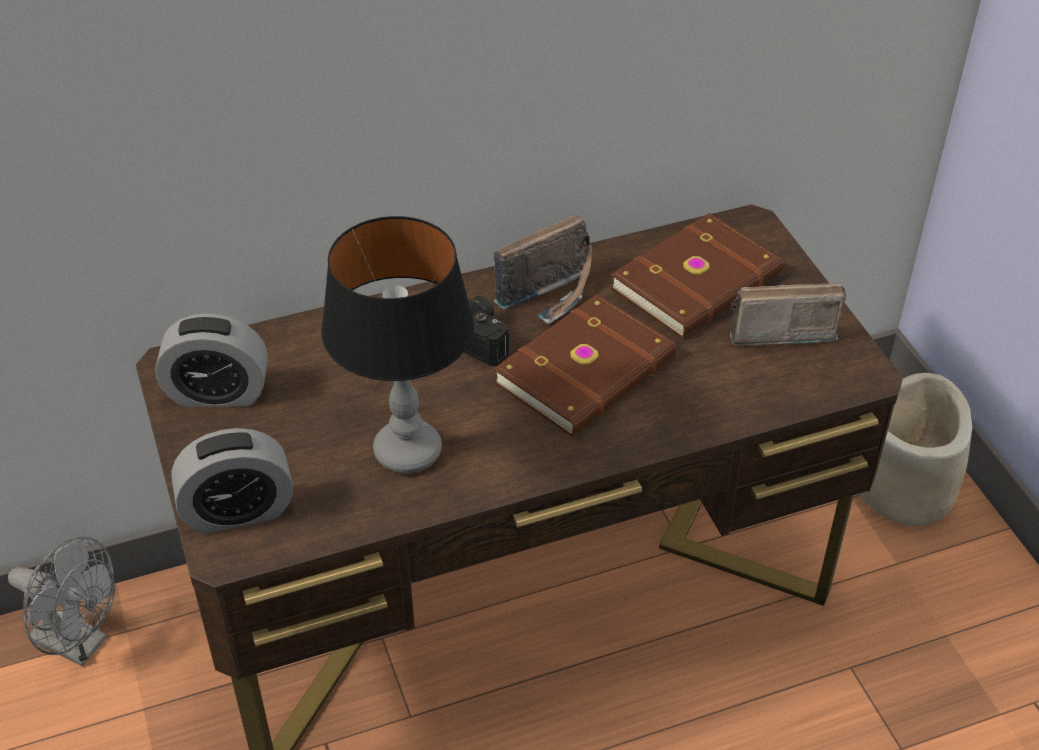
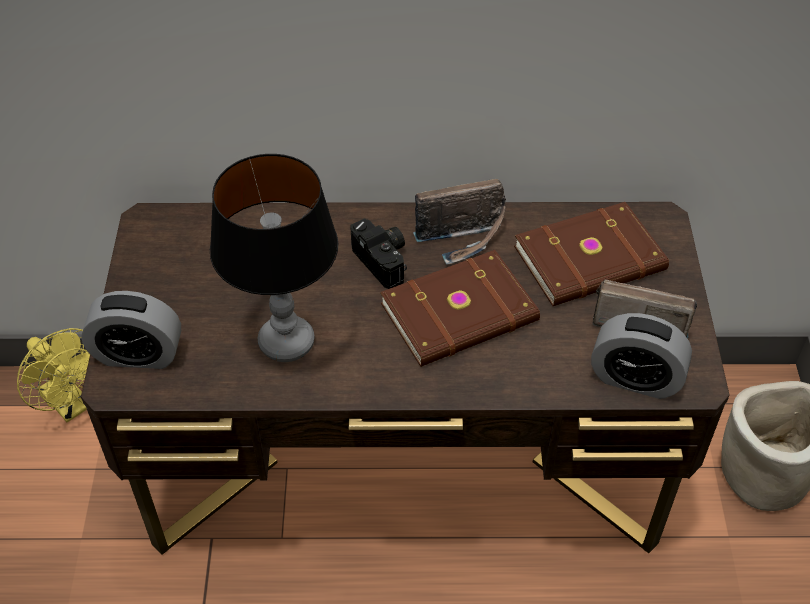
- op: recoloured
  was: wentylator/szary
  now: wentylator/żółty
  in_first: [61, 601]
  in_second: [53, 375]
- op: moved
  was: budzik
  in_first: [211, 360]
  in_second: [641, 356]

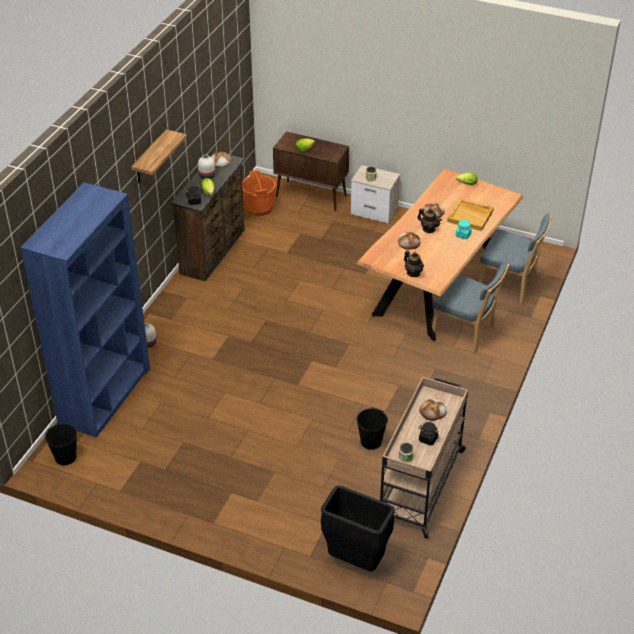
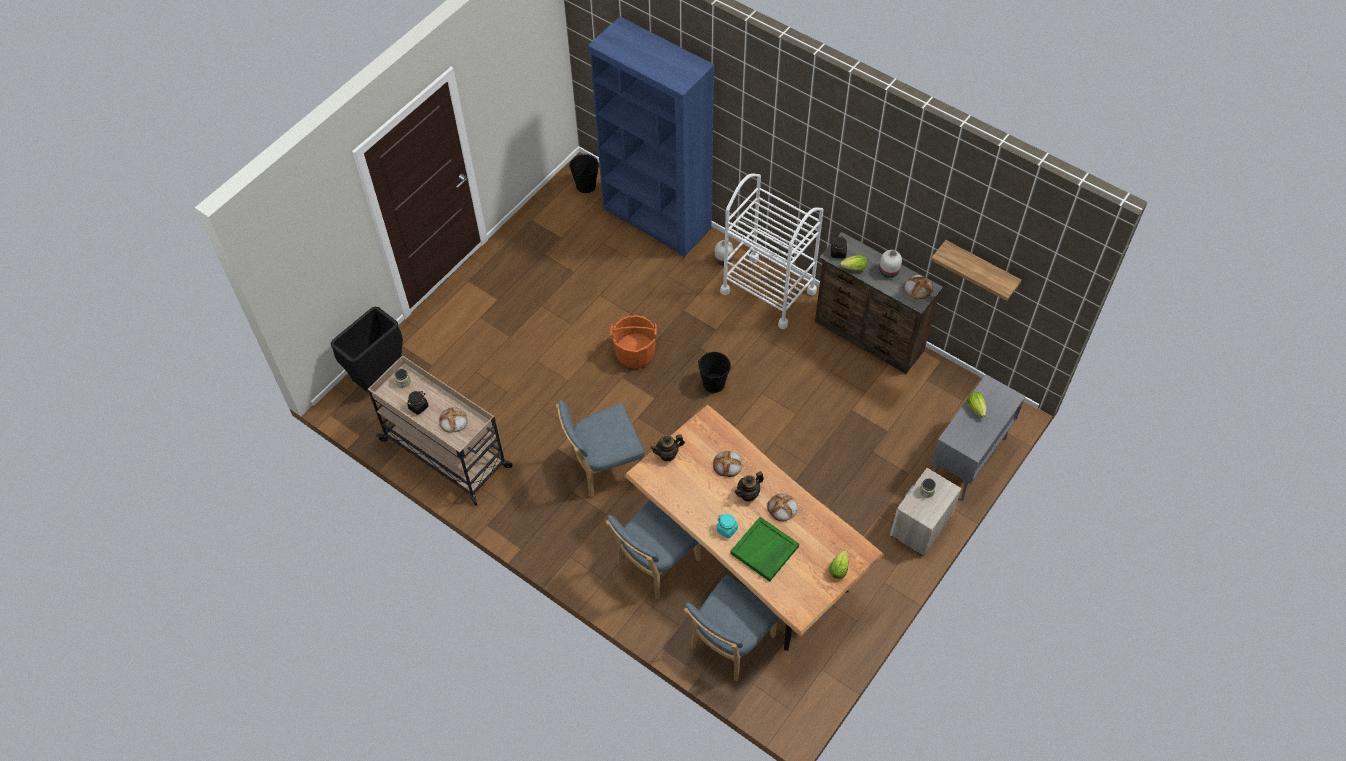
- op: moved
  was: półka
  in_first: [159, 156]
  in_second: [976, 270]
- op: moved
  was: wiadro/pomarańczowy
  in_first: [259, 193]
  in_second: [633, 342]
- op: recoloured
  was: szafka/brązowy
  now: szafka/szary
  in_first: [311, 171]
  in_second: [978, 437]
- op: moved
  was: wiadro/czarny
  in_first: [372, 428]
  in_second: [714, 372]
- op: recoloured
  was: taca/beżowy
  now: taca/zielony
  in_first: [470, 215]
  in_second: [764, 549]
- op: added
  now: krzesło/niebieski
  in_second: [600, 448]
- op: added
  now: wózek/biały
  in_second: [772, 251]

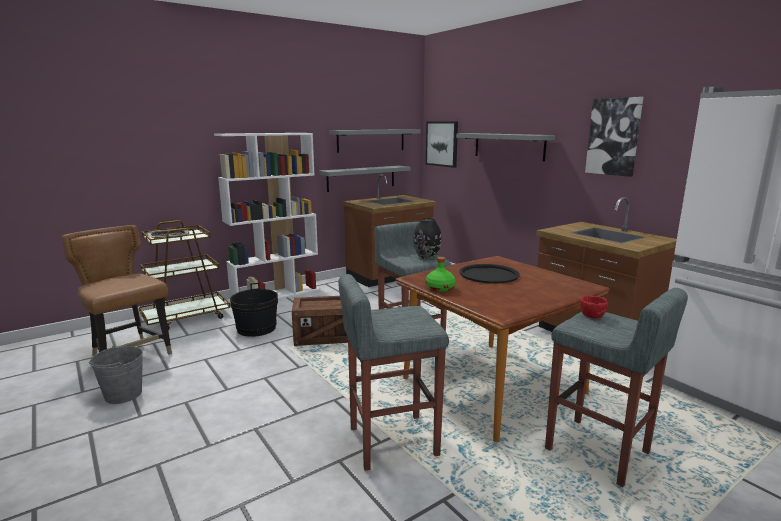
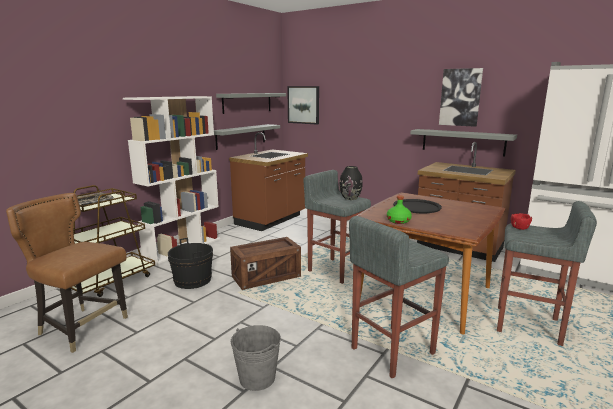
- op: moved
  was: wiadro/szary
  in_first: [116, 375]
  in_second: [256, 358]
- op: moved
  was: półka/szary
  in_first: [505, 147]
  in_second: [463, 142]

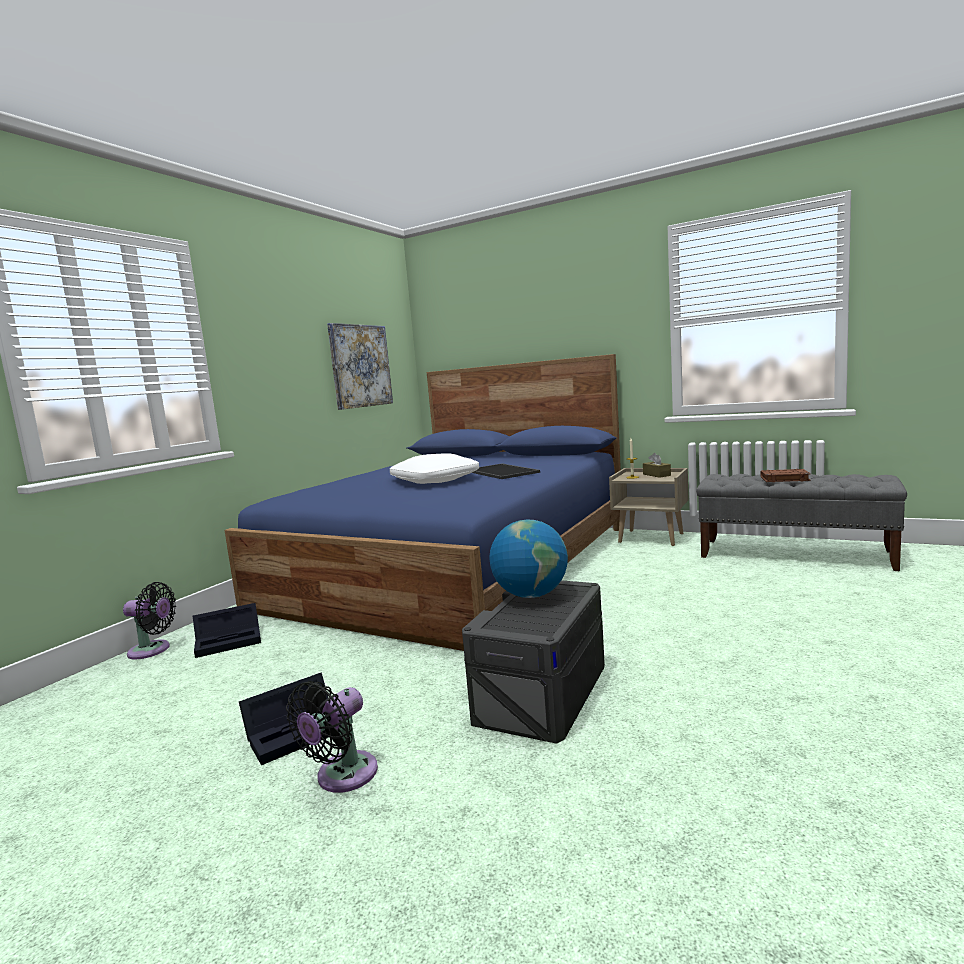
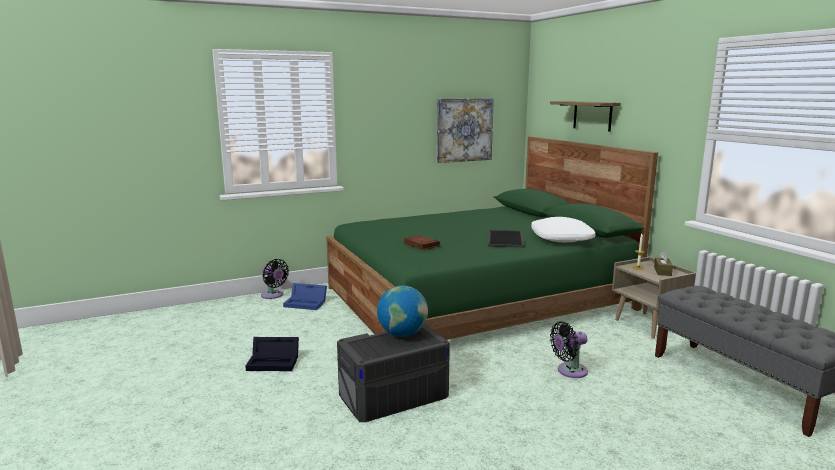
- op: recoloured
  was: pojemnik do przechowywania/czarny
  now: pojemnik do przechowywania/niebieski
  in_first: [227, 630]
  in_second: [305, 296]
- op: recoloured
  was: łóżko/niebieski
  now: łóżko/zielony
  in_first: [422, 502]
  in_second: [492, 238]
- op: moved
  was: wentylator/czarny
  in_first: [332, 737]
  in_second: [569, 349]
- op: moved
  was: poduszka/biały
  in_first: [434, 468]
  in_second: [563, 229]
- op: moved
  was: książka/brązowy
  in_first: [785, 475]
  in_second: [421, 242]
- op: added
  now: półka
  in_second: [585, 116]

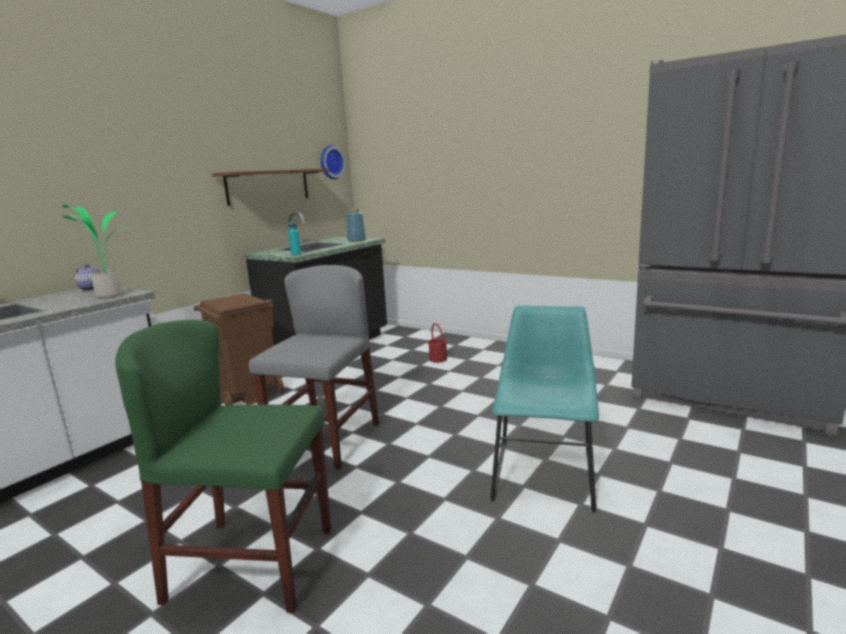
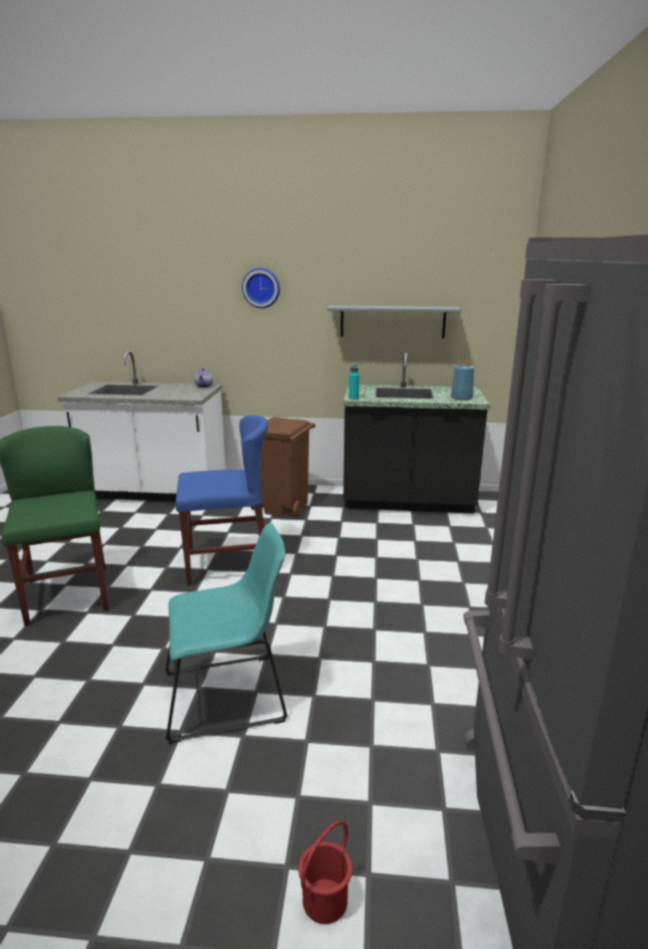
- op: removed
  was: roślina doniczkowa
  in_first: [95, 251]
- op: recoloured
  was: półka/brązowy
  now: półka/szary
  in_first: [271, 187]
  in_second: [394, 321]
- op: recoloured
  was: krzesło/szary
  now: krzesło/niebieski
  in_first: [314, 367]
  in_second: [221, 500]
- op: moved
  was: zegar ścienny
  in_first: [333, 162]
  in_second: [261, 288]
- op: moved
  was: wiadro/czerwony
  in_first: [437, 343]
  in_second: [325, 872]

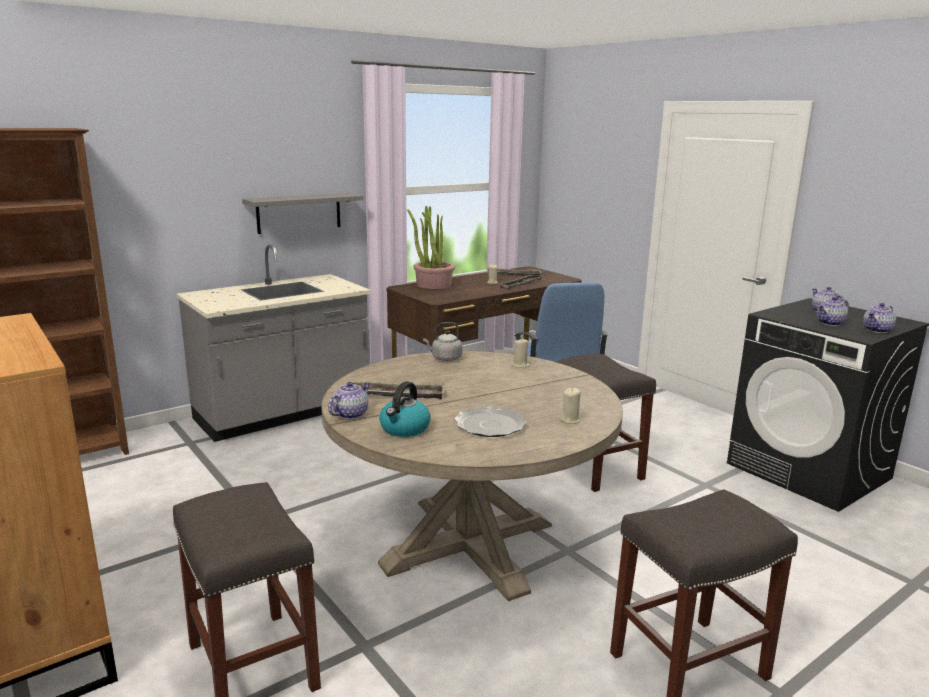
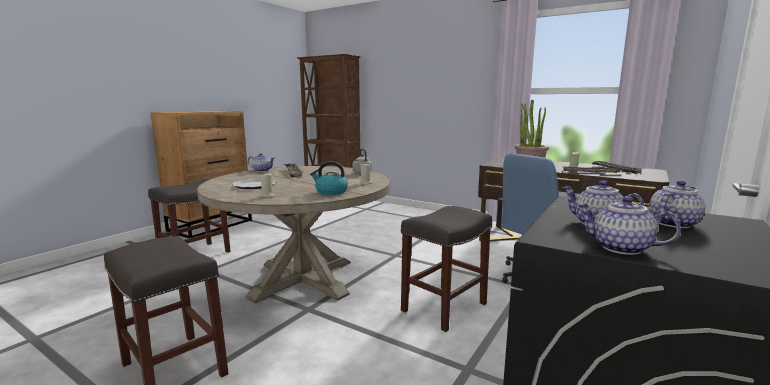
- op: removed
  was: zabudowa kuchenna/szary
  in_first: [274, 343]
- op: removed
  was: półka/szary
  in_first: [303, 213]
- op: moved
  was: czajnik
  in_first: [405, 409]
  in_second: [329, 178]

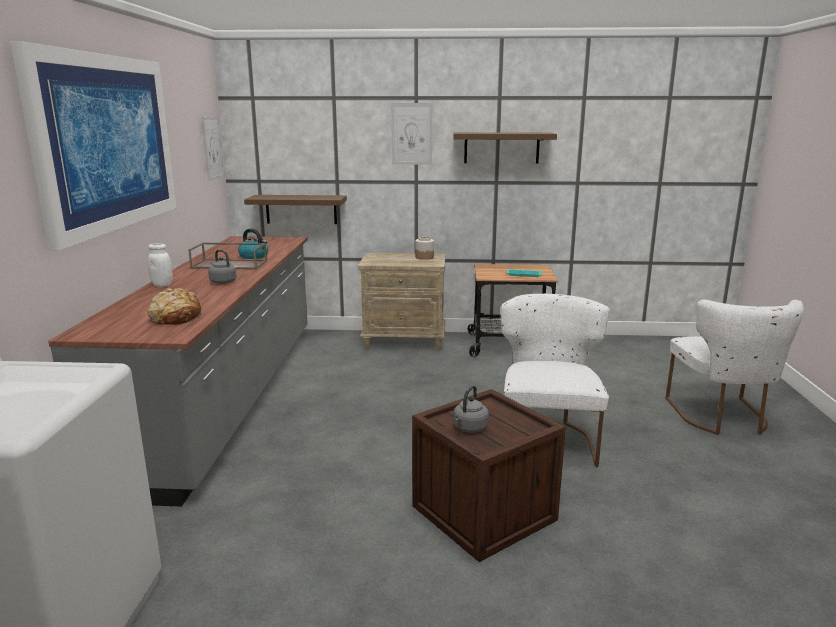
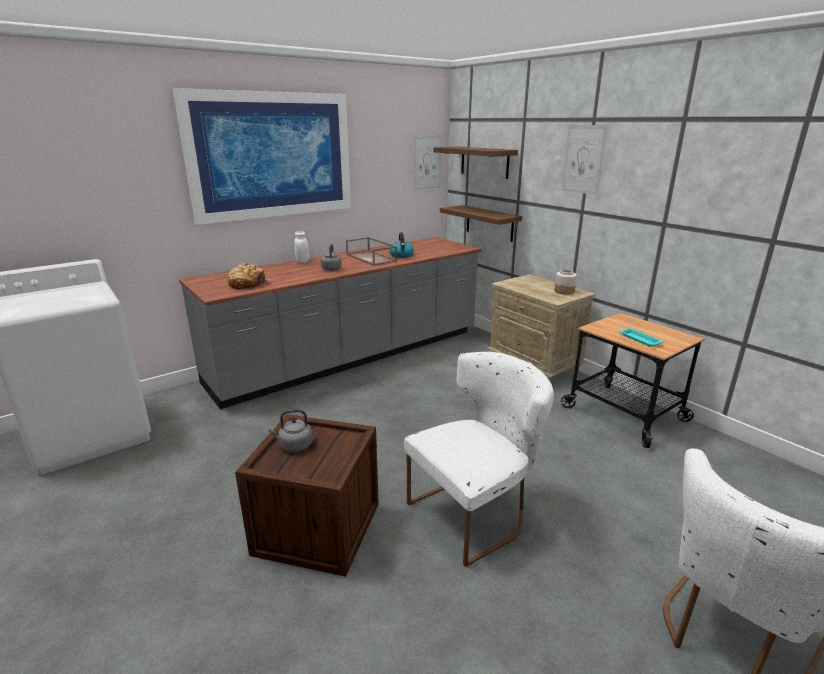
- op: moved
  was: półka/brązowy
  in_first: [505, 148]
  in_second: [475, 163]

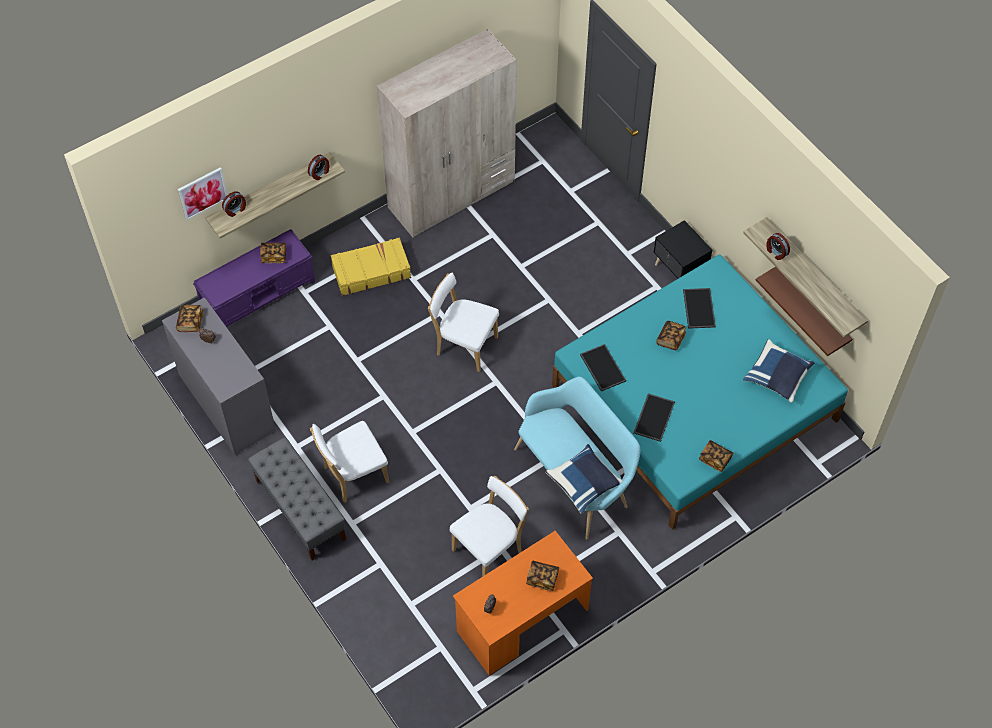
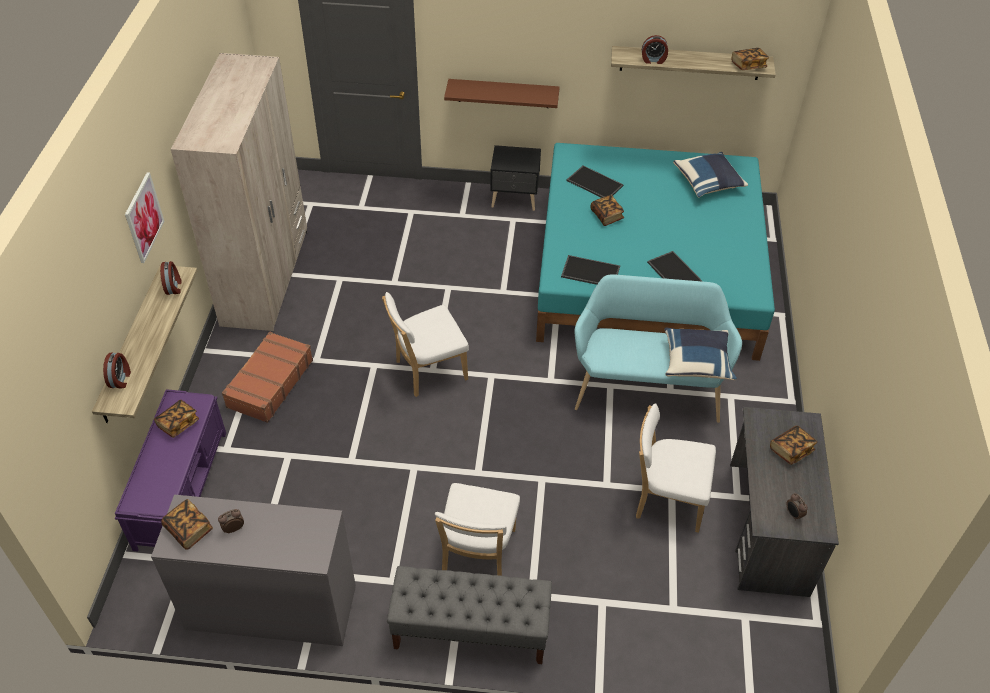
- op: moved
  was: obraz
  in_first: [203, 193]
  in_second: [144, 217]
- op: recoloured
  was: walizka/żółty
  now: walizka/brązowy
  in_first: [371, 266]
  in_second: [267, 377]
- op: turned
  was: krzesło/biały
  in_first: [489, 526]
  in_second: [676, 468]
  clockwise: -75
- op: recoloured
  was: biurko/pomarańczowy
  now: biurko/szary
  in_first: [523, 603]
  in_second: [784, 502]
- op: moved
  was: książka
  in_first: [716, 456]
  in_second: [750, 59]
- op: moved
  was: półka/brązowy
  in_first: [804, 311]
  in_second: [502, 93]

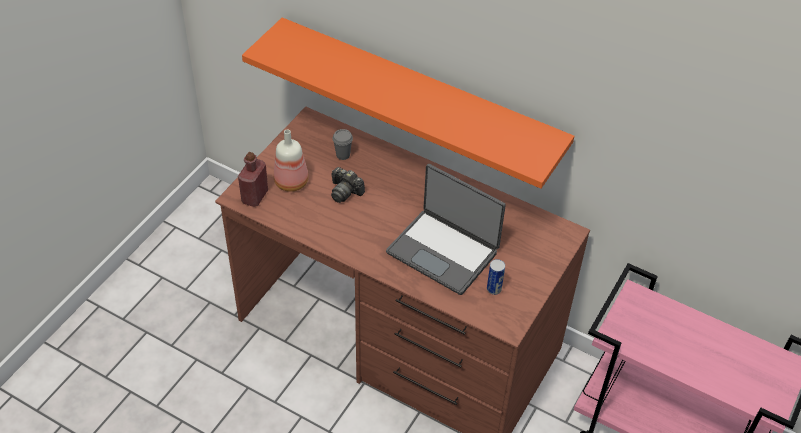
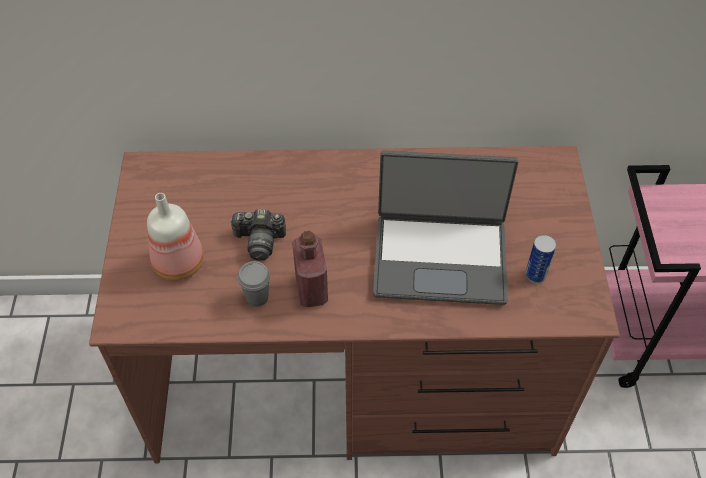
- op: moved
  was: butelka/czerwony
  in_first: [253, 179]
  in_second: [310, 269]
- op: removed
  was: półka/pomarańczowy
  in_first: [408, 103]
- op: moved
  was: filiżanka/szary
  in_first: [343, 144]
  in_second: [253, 284]

